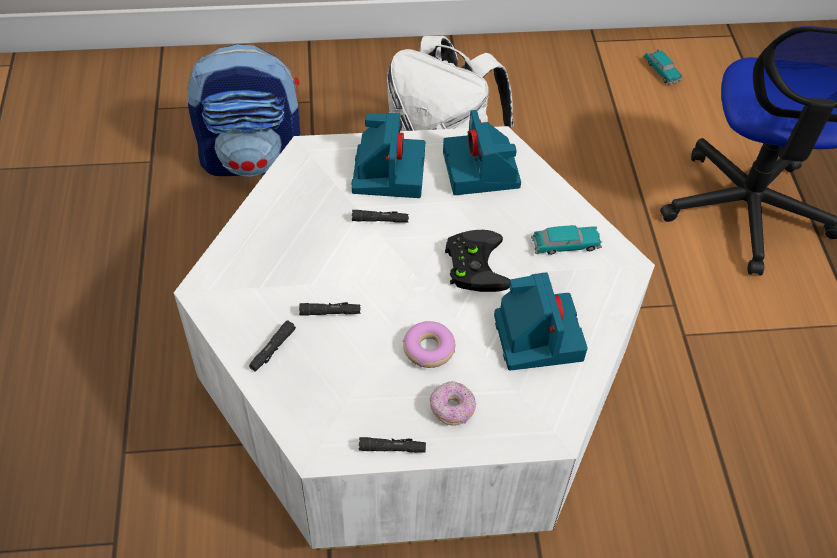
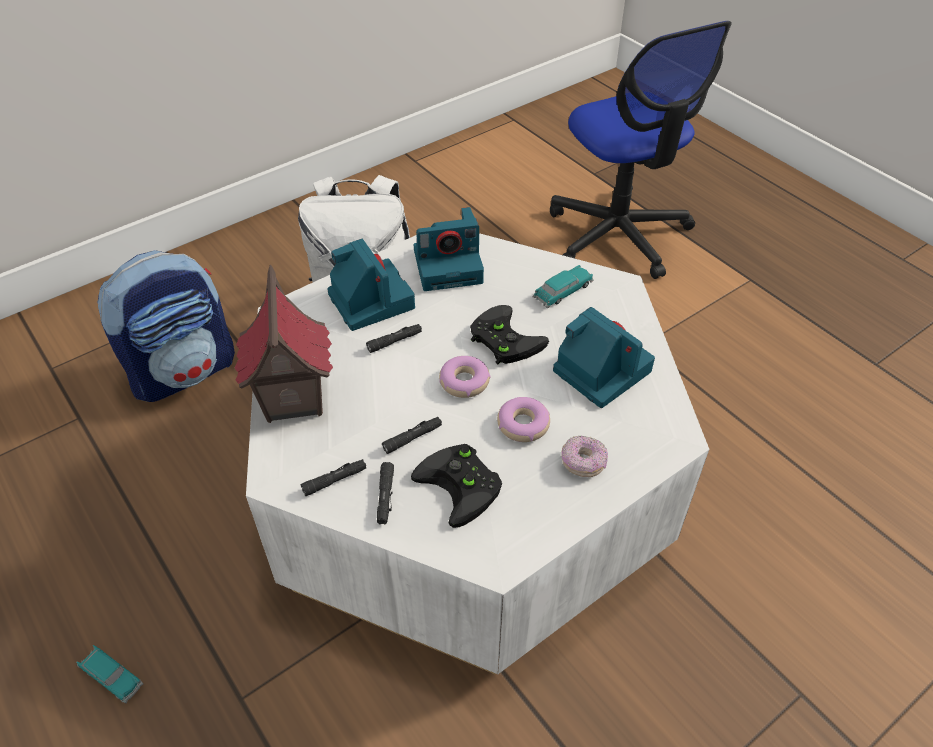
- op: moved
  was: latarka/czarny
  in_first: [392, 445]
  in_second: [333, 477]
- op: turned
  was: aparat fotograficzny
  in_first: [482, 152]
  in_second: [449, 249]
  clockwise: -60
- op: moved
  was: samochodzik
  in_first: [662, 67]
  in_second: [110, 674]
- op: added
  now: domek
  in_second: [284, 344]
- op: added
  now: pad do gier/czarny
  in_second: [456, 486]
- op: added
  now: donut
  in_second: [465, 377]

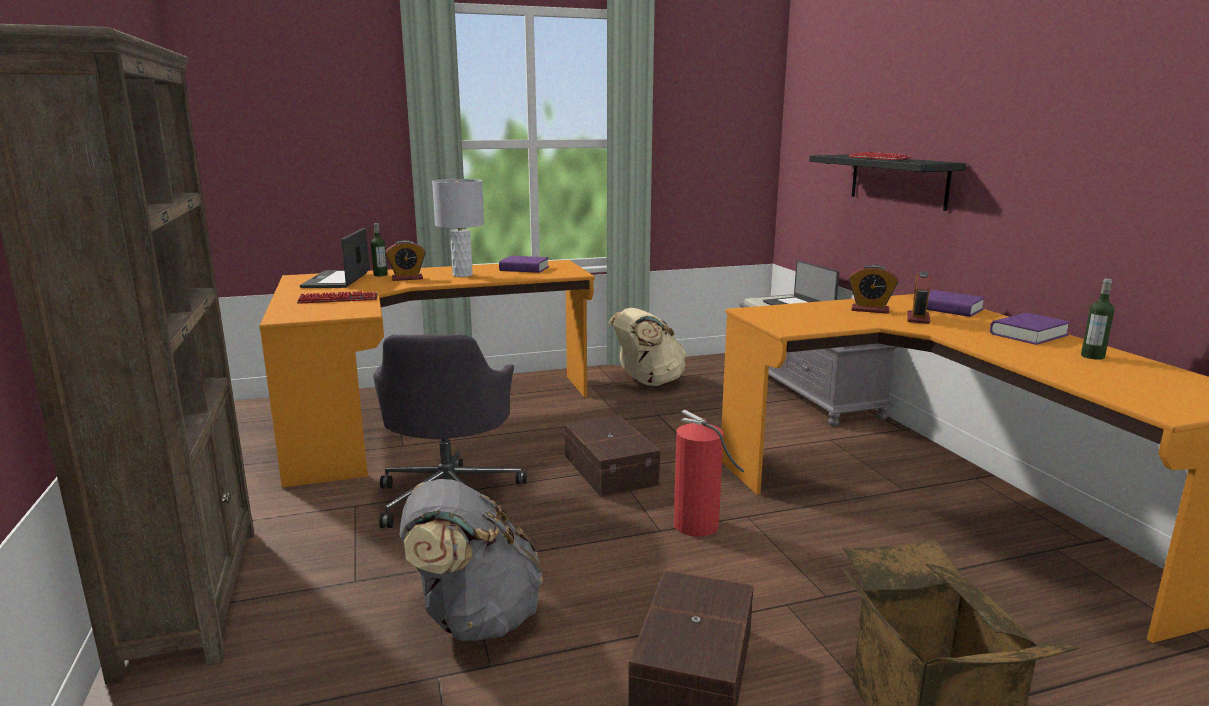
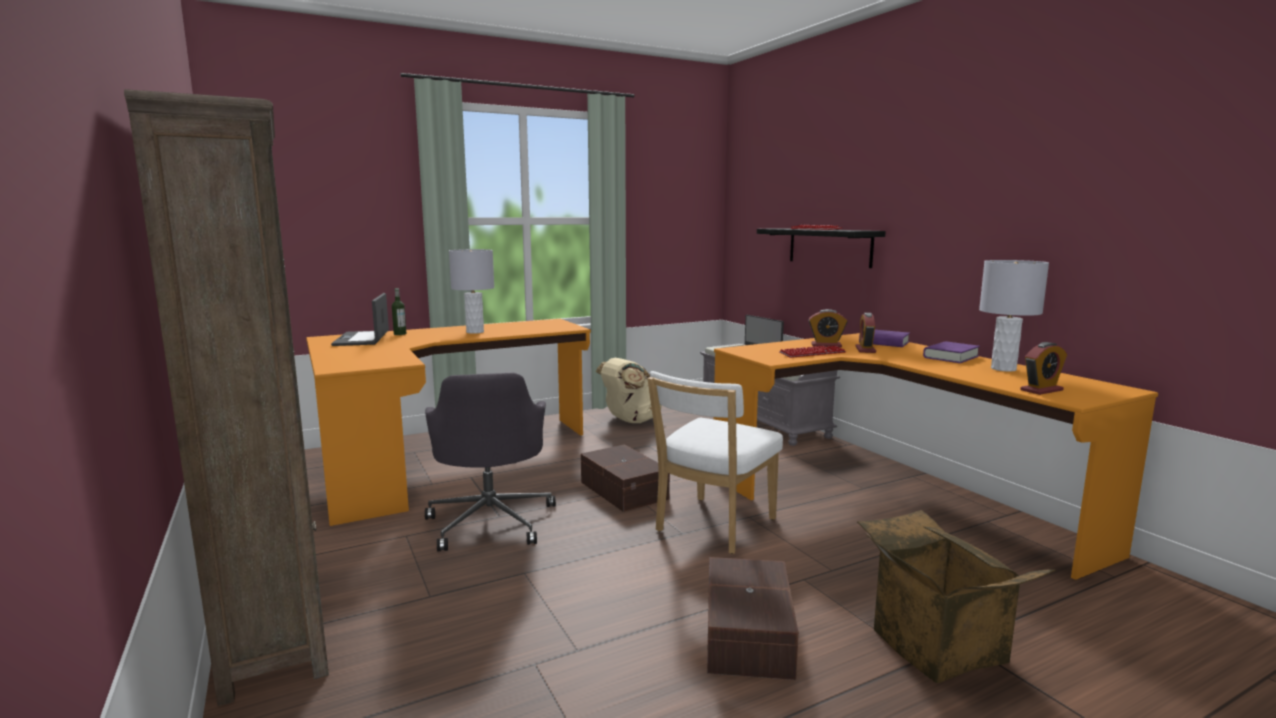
- op: moved
  was: klawiatura
  in_first: [337, 297]
  in_second: [812, 352]
- op: moved
  was: budzik
  in_first: [405, 260]
  in_second: [1043, 368]
- op: removed
  was: plecak/szary
  in_first: [471, 560]
- op: removed
  was: książka/fioletowy
  in_first: [524, 264]
- op: replaced
  was: gaśnica
  now: krzesło/biały
  in_first: [709, 473]
  in_second: [715, 462]
- op: replaced
  was: butelka
  now: lampa stołowa/szary
  in_first: [1098, 319]
  in_second: [1014, 316]

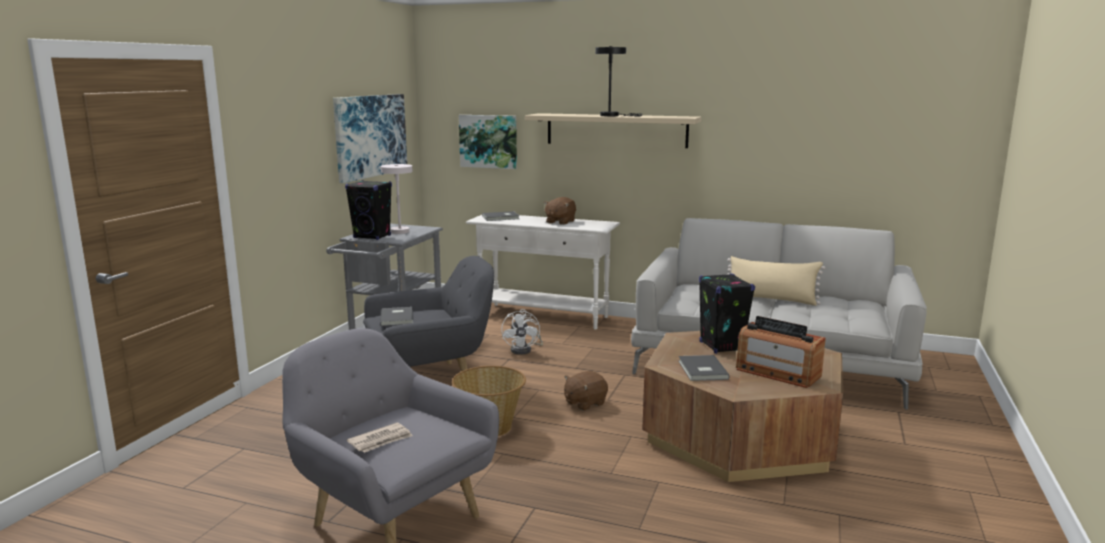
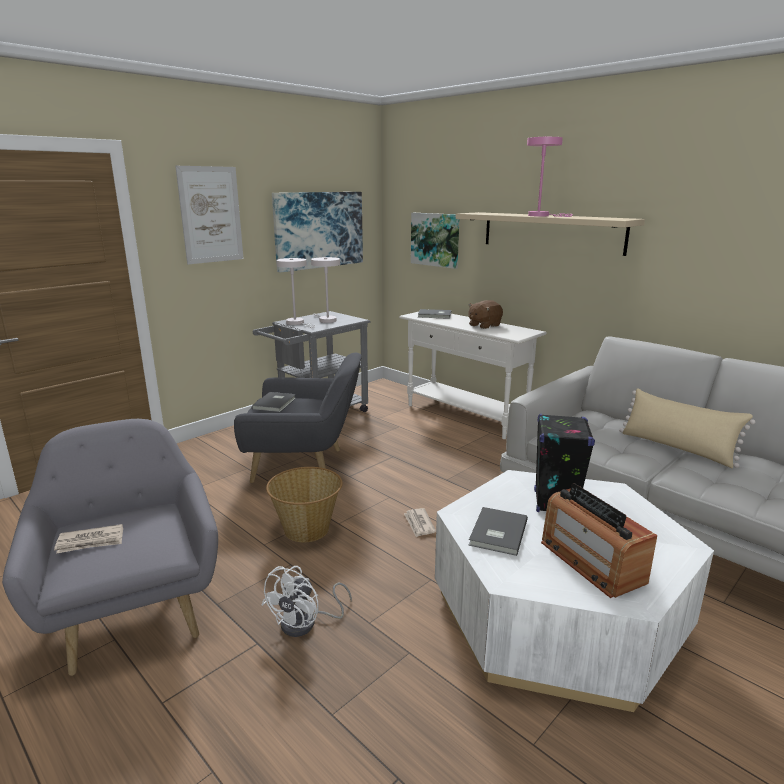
- op: replaced
  was: głośnik/czarny
  now: lampa stołowa/biały
  in_first: [368, 210]
  in_second: [295, 293]
- op: moved
  was: wentylator/biały
  in_first: [522, 332]
  in_second: [307, 601]
- op: replaced
  was: pluszak/brązowy
  now: gazeta
  in_first: [586, 391]
  in_second: [420, 522]
- op: recoloured
  was: lampa stołowa/czarny
  now: lampa stołowa/różowy
  in_first: [619, 81]
  in_second: [550, 176]
- op: recoloured
  was: ława/brązowy
  now: ława/biały
  in_first: [742, 406]
  in_second: [574, 591]
- op: added
  now: obraz
  in_second: [209, 215]

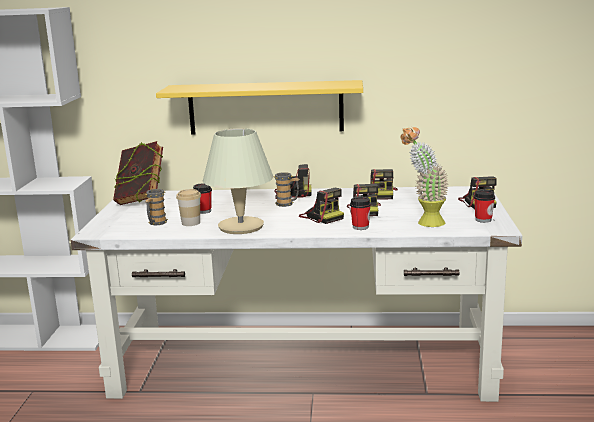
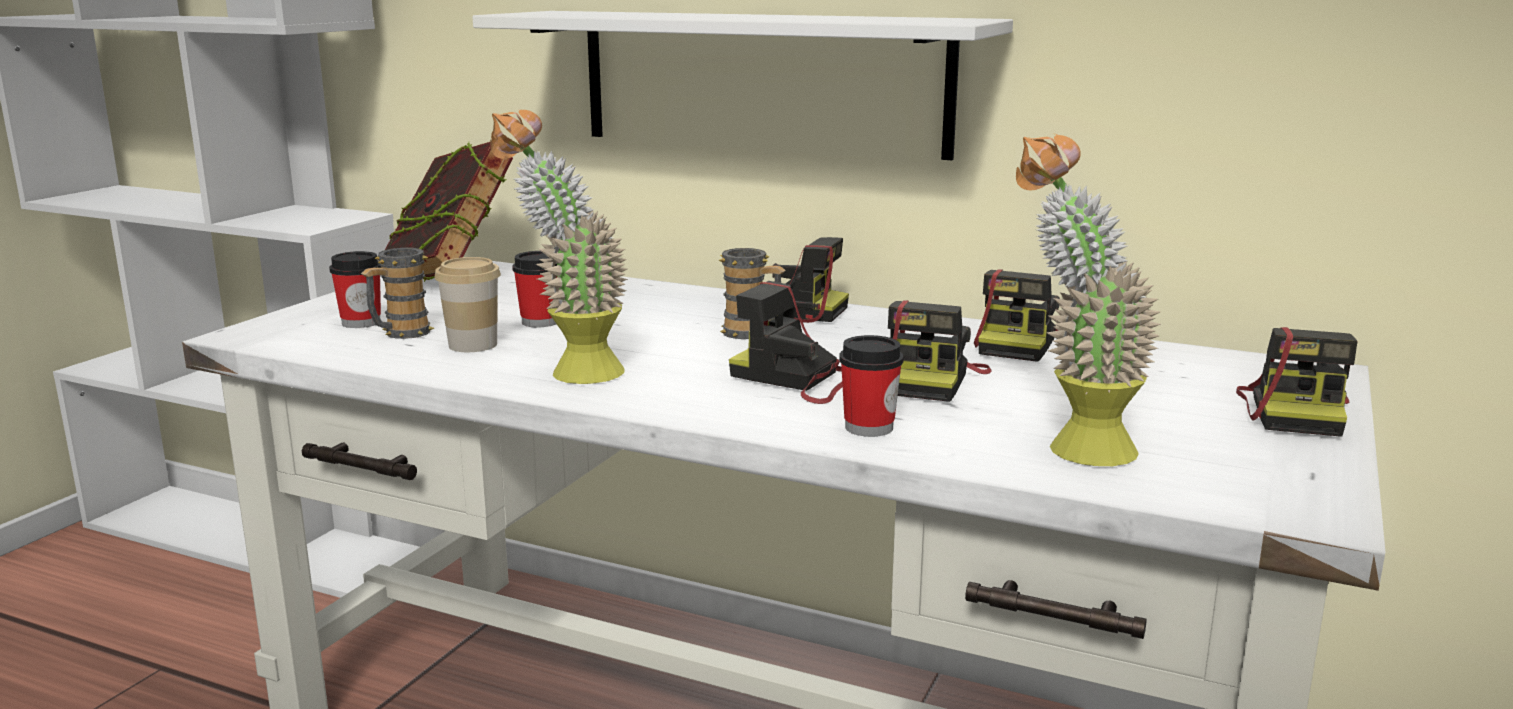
- op: recoloured
  was: półka/żółty
  now: półka/biały
  in_first: [259, 107]
  in_second: [742, 85]
- op: replaced
  was: lampa stołowa/beżowy
  now: roślina doniczkowa
  in_first: [238, 181]
  in_second: [559, 246]
- op: turned
  was: aparat fotograficzny
  in_first: [321, 206]
  in_second: [786, 342]
  clockwise: 135
- op: moved
  was: filiżanka
  in_first: [484, 206]
  in_second: [355, 289]

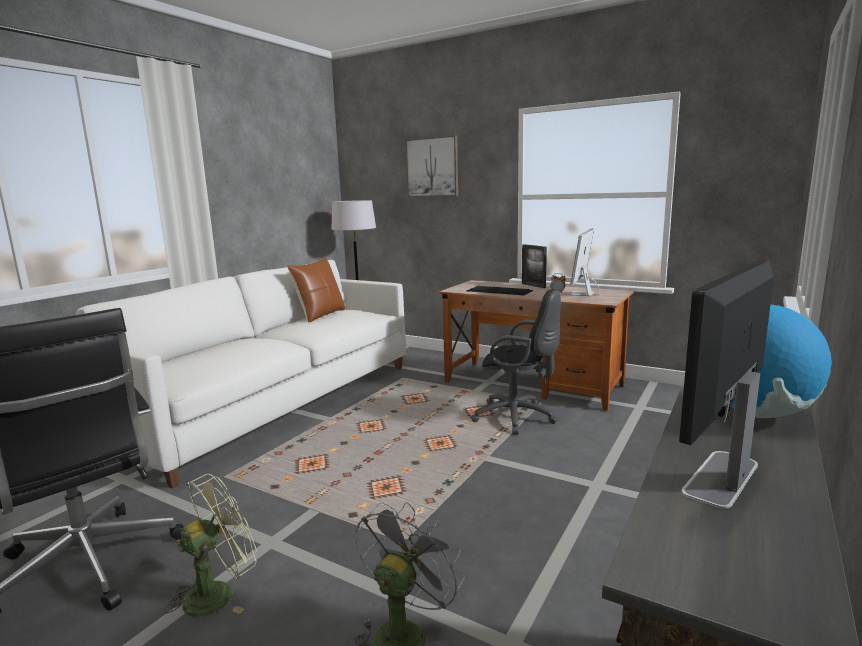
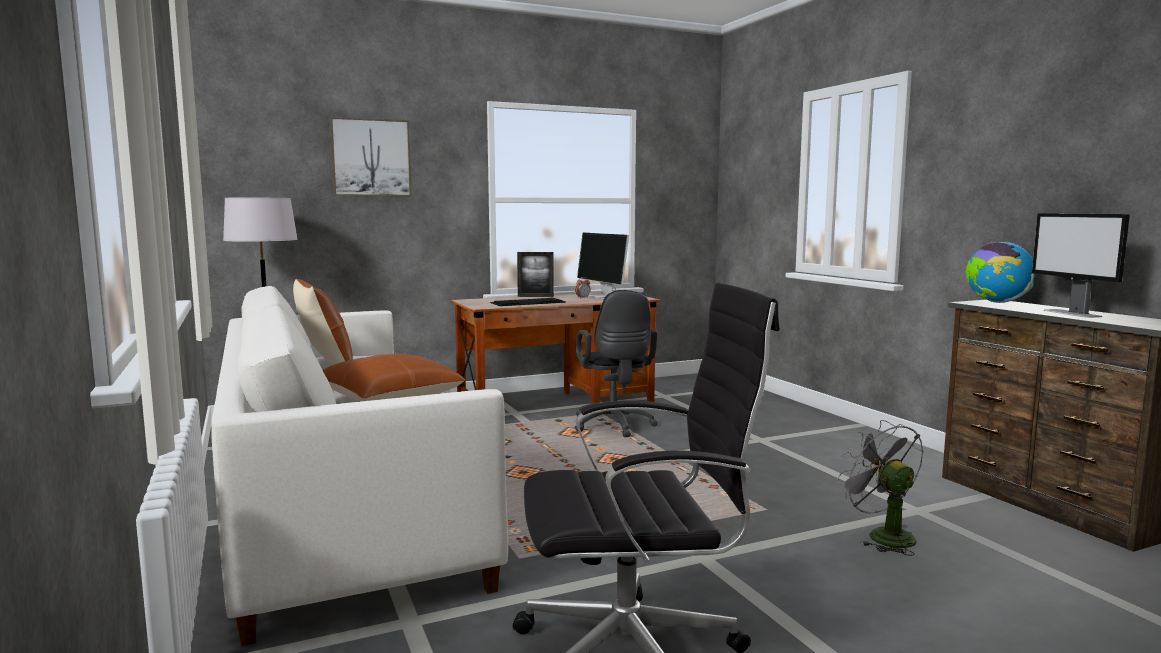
- op: removed
  was: wentylator/zielony
  in_first: [210, 545]
- op: turned
  was: krzesło biurowe/czarny
  in_first: [516, 362]
  in_second: [616, 363]
  clockwise: 105
- op: added
  now: poduszka/brązowy
  in_second: [394, 378]

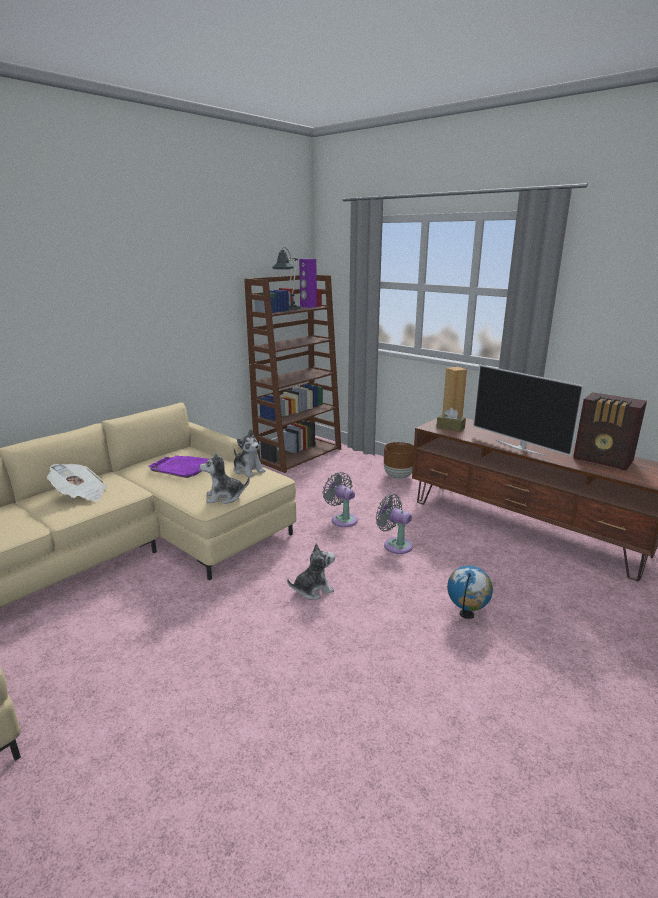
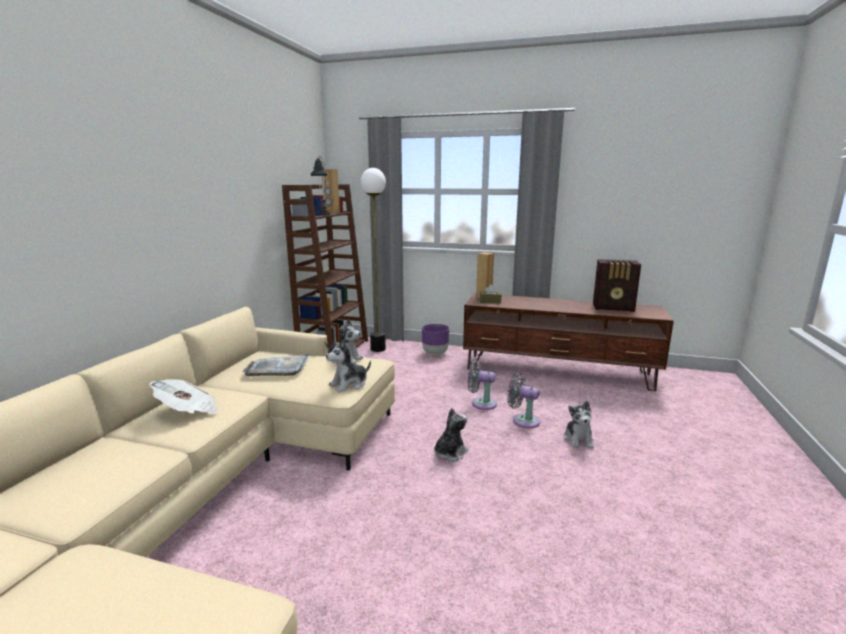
- op: recoloured
  was: taca/fioletowy
  now: taca/szary
  in_first: [178, 466]
  in_second: [276, 364]
- op: recoloured
  was: głośnik/fioletowy
  now: głośnik/brązowy
  in_first: [308, 283]
  in_second: [331, 191]
- op: moved
  was: wentylator/szary
  in_first: [340, 499]
  in_second: [523, 400]
- op: recoloured
  was: donica/brązowy
  now: donica/fioletowy
  in_first: [399, 460]
  in_second: [435, 339]
- op: replaced
  was: globus
  now: pluszak
  in_first: [470, 592]
  in_second: [579, 424]
- op: removed
  was: telewizor
  in_first: [528, 410]
- op: added
  now: lampa stojąca
  in_second: [373, 260]

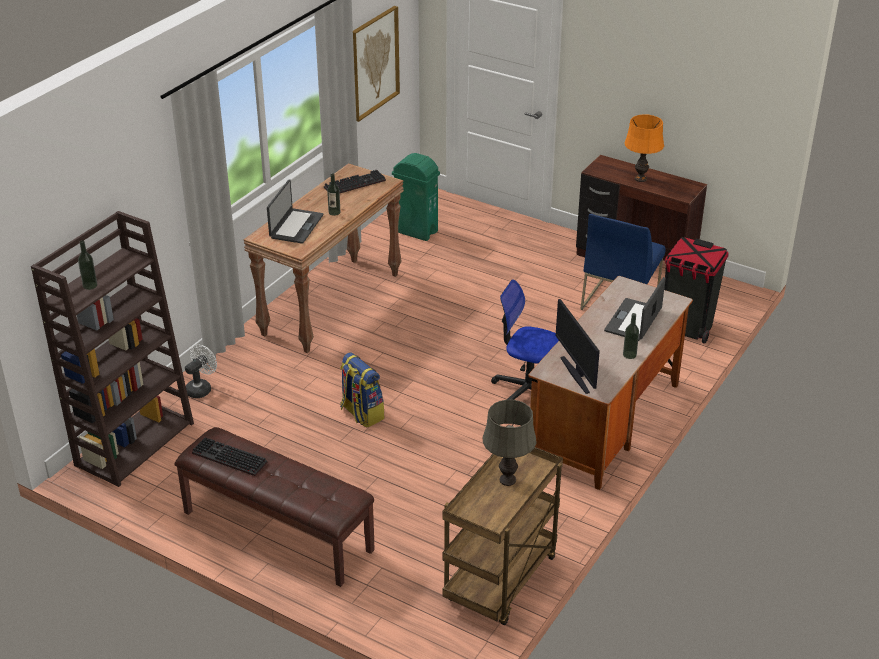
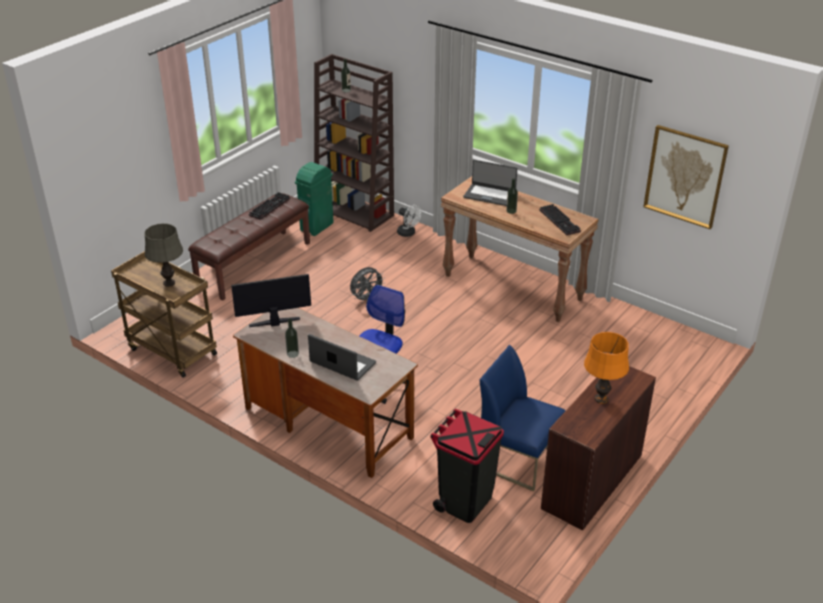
- op: replaced
  was: plecak
  now: wentylator/szary
  in_first: [362, 390]
  in_second: [367, 285]
- op: moved
  was: kosz na śmieci/zielony
  in_first: [416, 197]
  in_second: [314, 199]

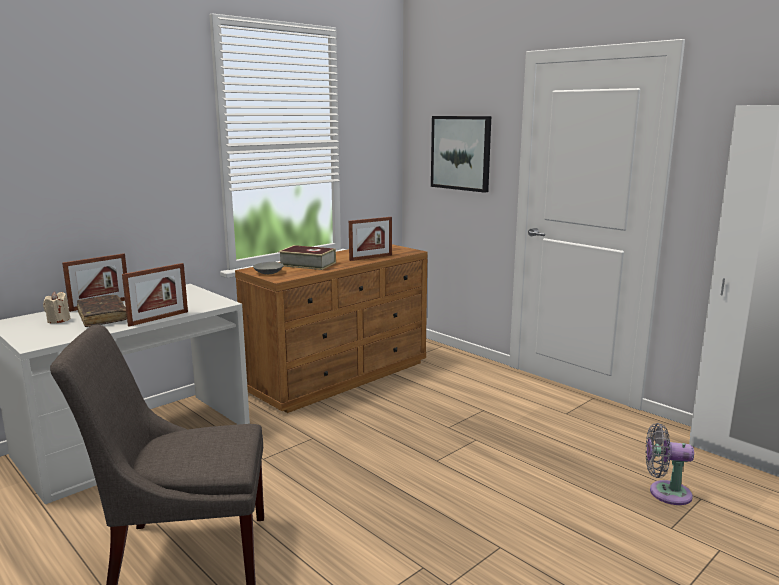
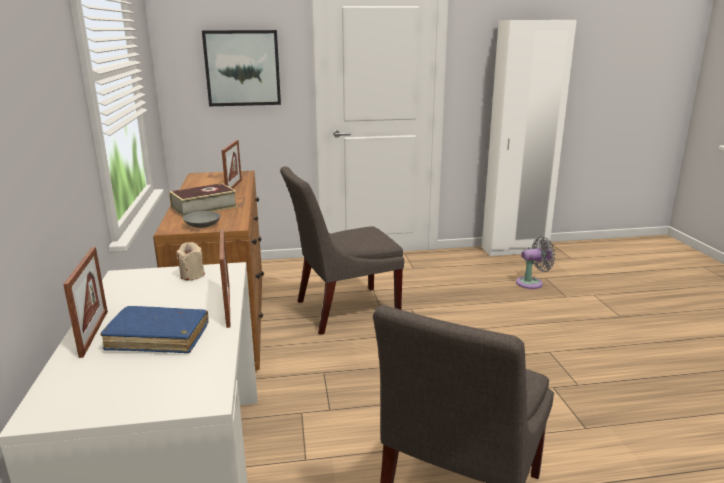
- op: moved
  was: świeca/beżowy
  in_first: [56, 307]
  in_second: [190, 261]
- op: recoloured
  was: książka/brązowy
  now: książka/niebieski
  in_first: [102, 311]
  in_second: [154, 329]
- op: turned
  was: wentylator/szary
  in_first: [670, 464]
  in_second: [535, 262]
  clockwise: -150
- op: added
  now: krzesło/szary
  in_second: [342, 250]

